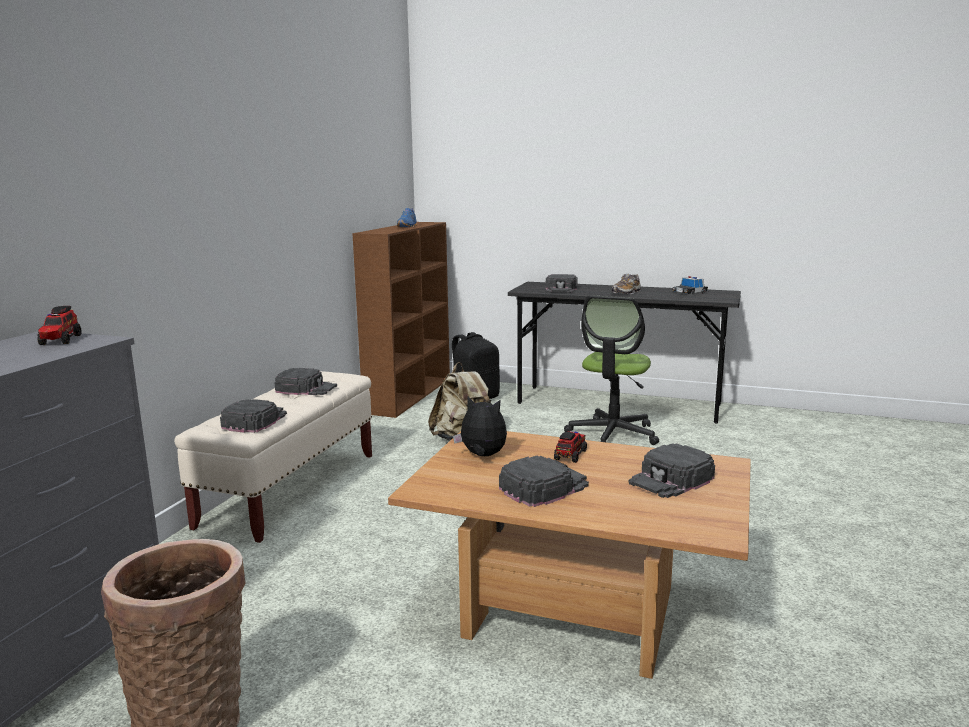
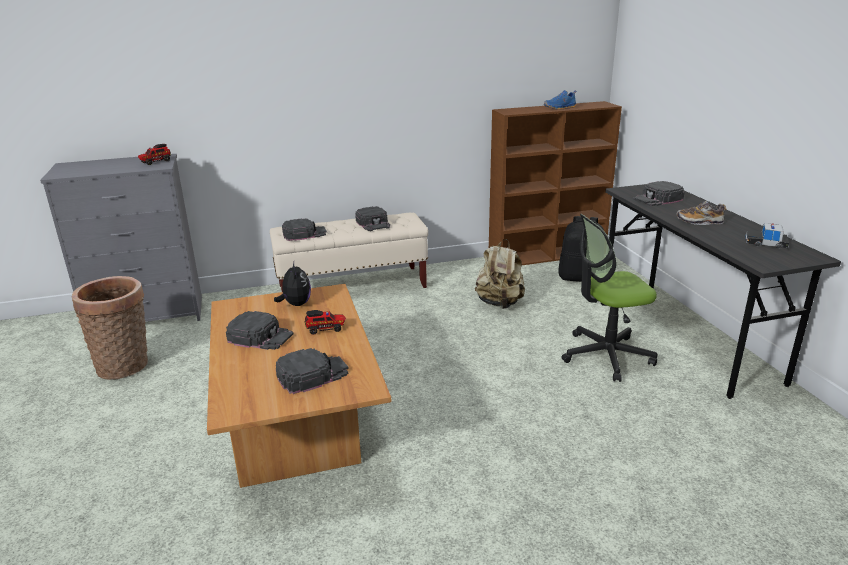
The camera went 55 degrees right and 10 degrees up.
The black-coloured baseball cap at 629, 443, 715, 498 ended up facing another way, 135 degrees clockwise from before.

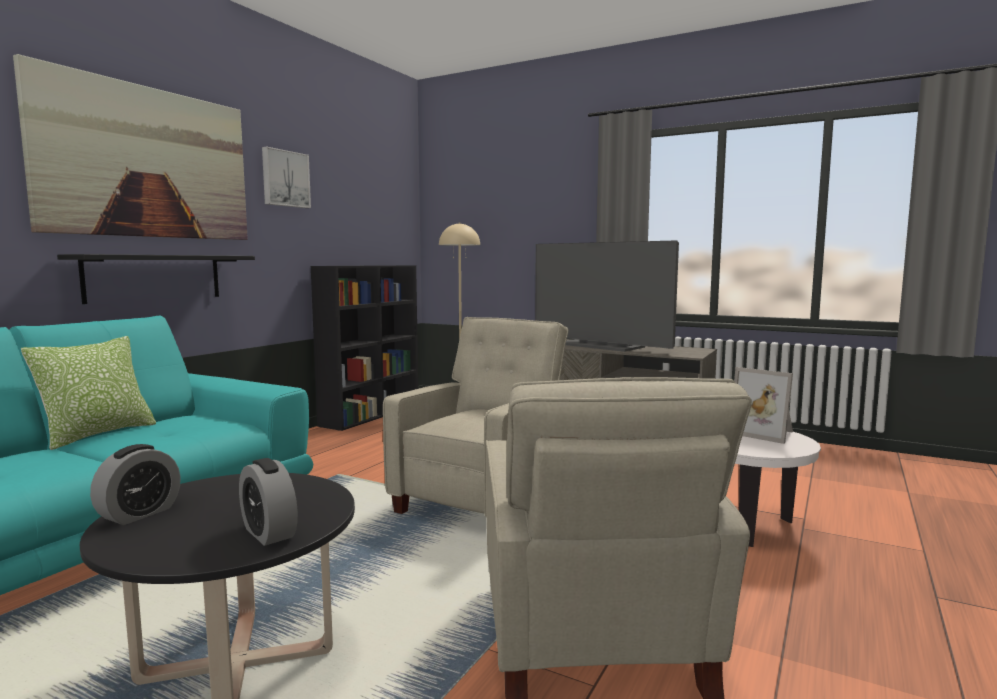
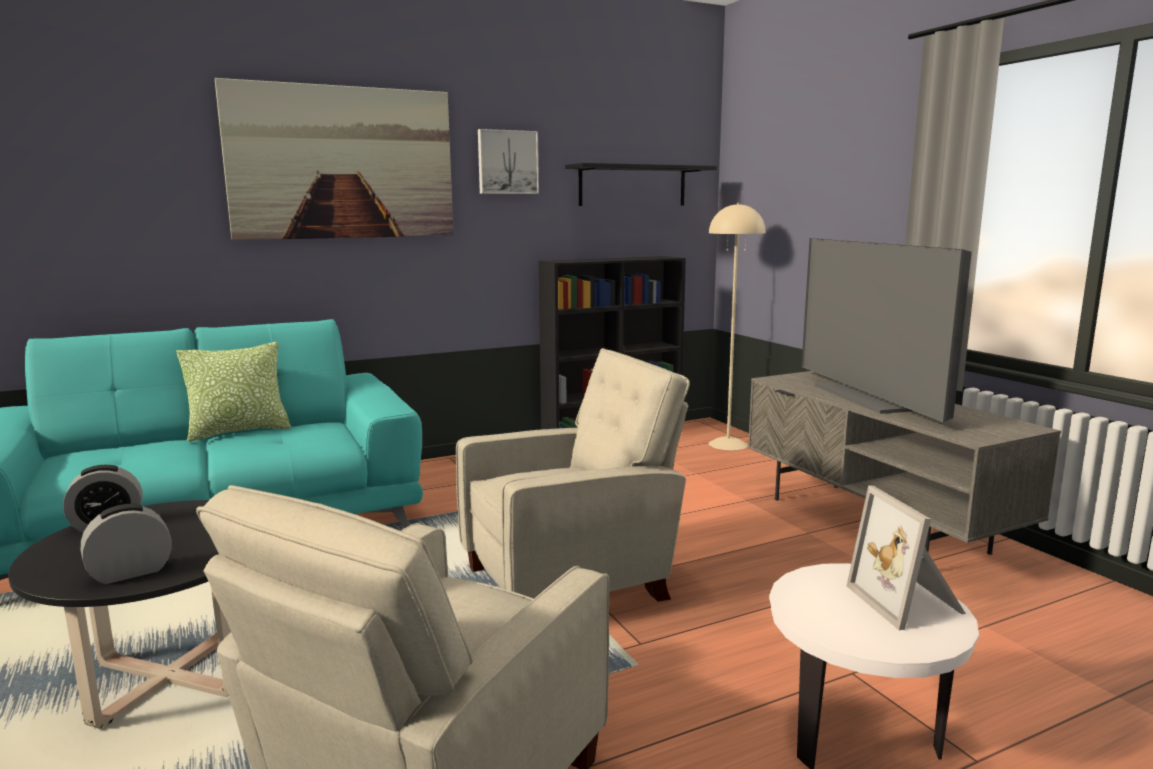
The camera went 35 degrees right and 5 degrees up.
The black-coloured bracket shelf ended up elsewhere, having gone from 57, 254, 255, 304 to 565, 163, 717, 206.
The alarm clock at 239, 458, 298, 546 ended up facing another way, 60 degrees clockwise from before.

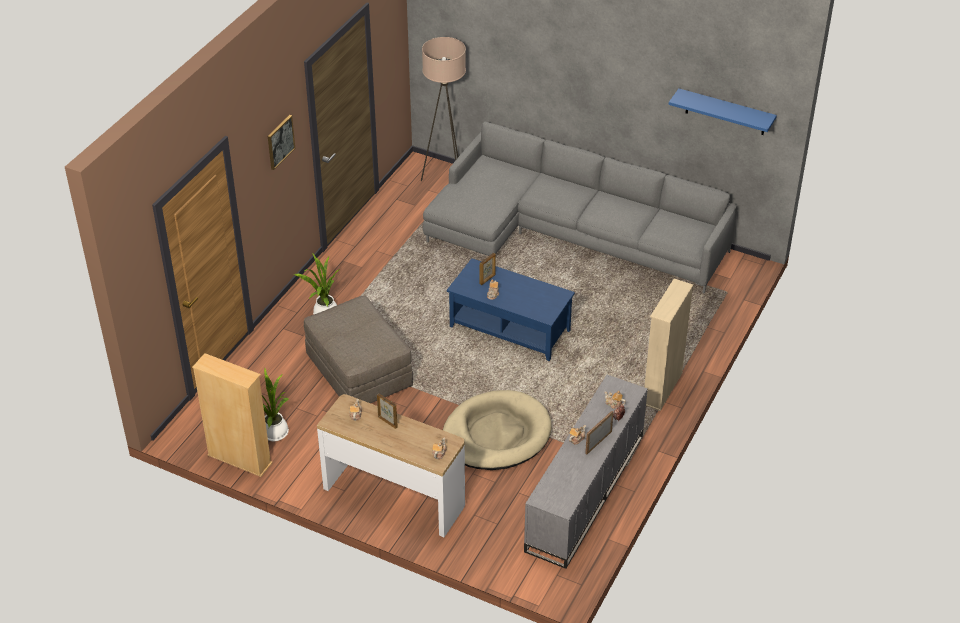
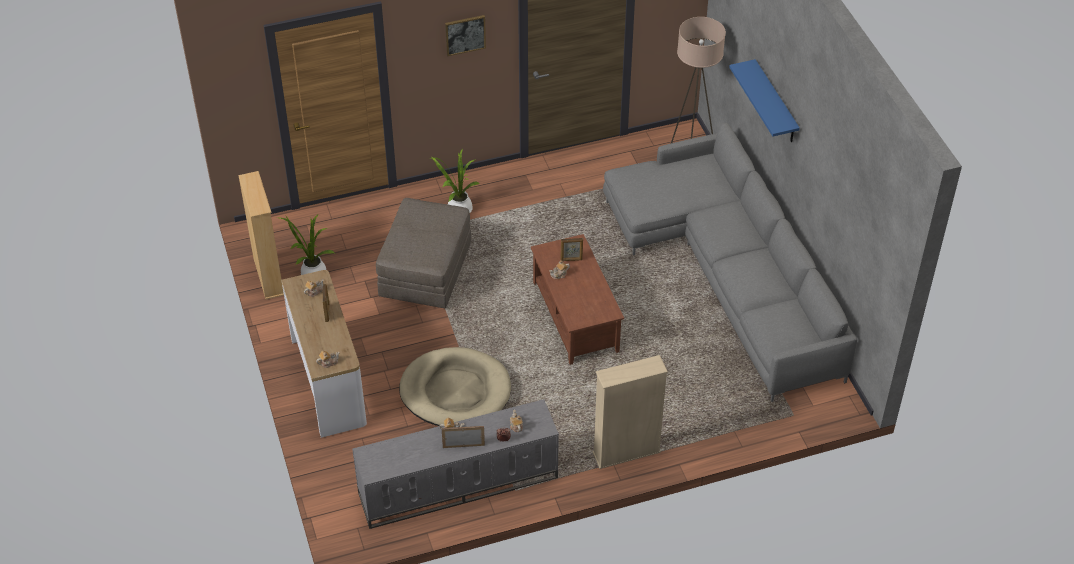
The camera went 45 degrees right and 5 degrees up.
What was the blue-coloured lounge table at 447, 258, 575, 361 turned into the brown-coloured lounge table at 531, 234, 624, 365.
The blue-coloured bracket shelf ended up elsewhere, having gone from 669, 89, 777, 135 to 729, 59, 800, 142.

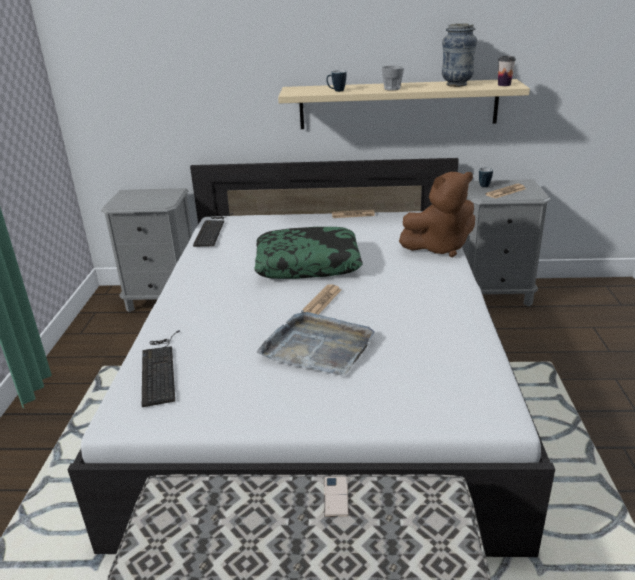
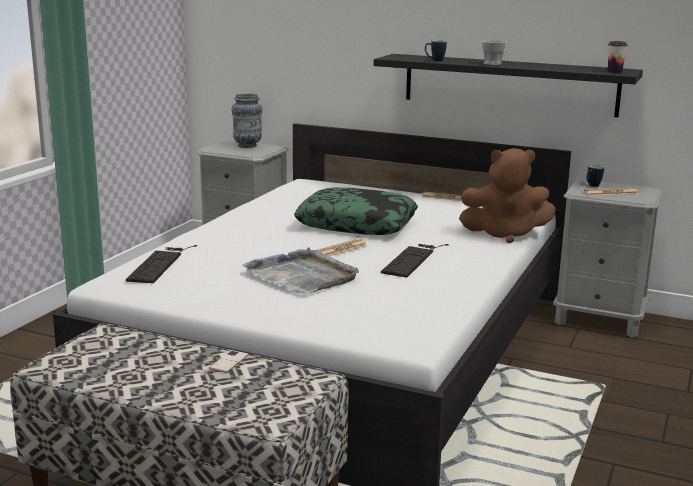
The camera went 20 degrees right and 10 degrees down.
The PC keyboard ended up elsewhere, having gone from 193, 213, 233, 247 to 381, 244, 449, 277.
What was the beige-coloured bracket shelf at 278, 79, 530, 129 turned into the black-coloured bracket shelf at 374, 54, 643, 117.
The decorative vase ended up elsewhere, having gone from 442, 23, 477, 87 to 232, 93, 263, 148.

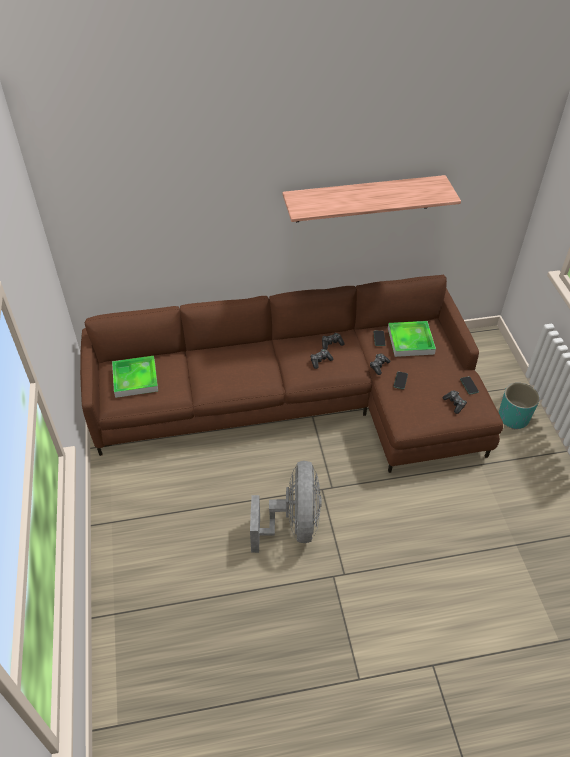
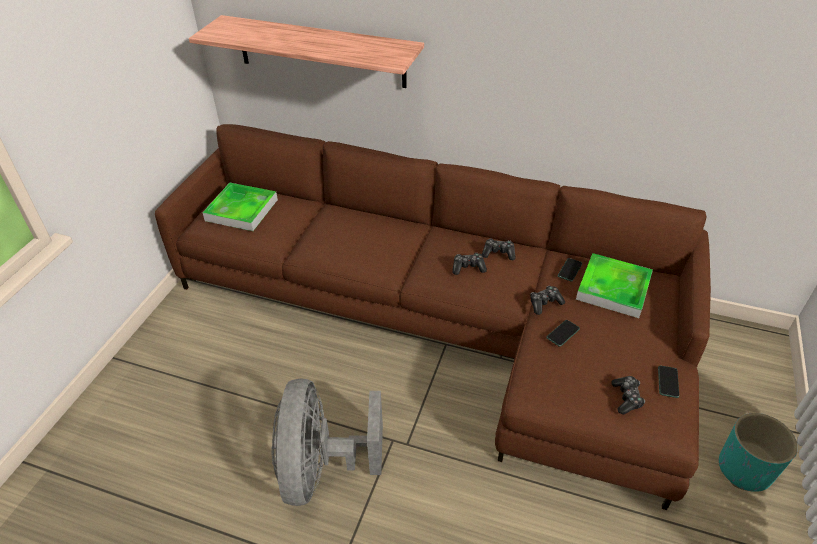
The camera went 30 degrees right and 5 degrees down.
The grey electric fan at 250, 461, 322, 553 ended up facing another way, 150 degrees clockwise from before.
The bracket shelf ended up elsewhere, having gone from 283, 175, 461, 222 to 189, 15, 424, 88.

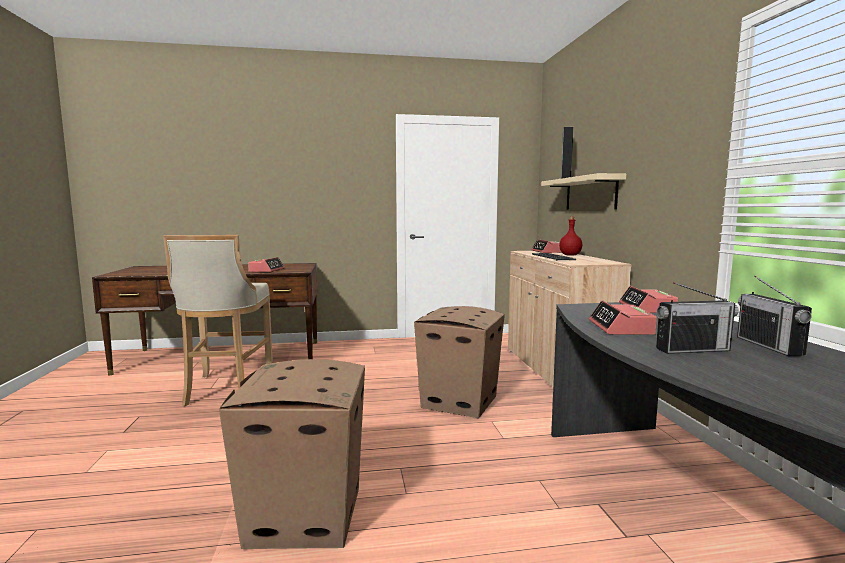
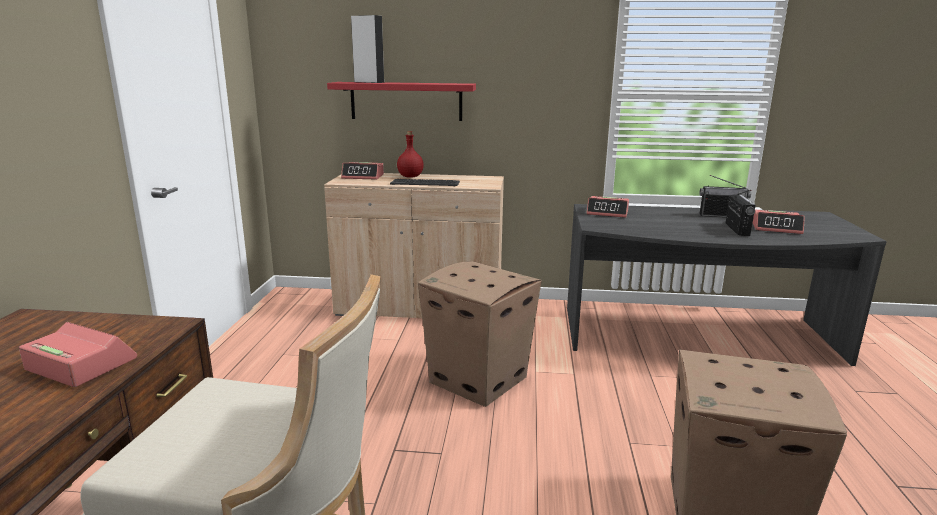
The camera went 75 degrees left and 10 degrees up.
What was the beige-coloured bracket shelf at 541, 173, 626, 210 turned into the red-coloured bracket shelf at 327, 82, 476, 121.
The alarm clock ended up elsewhere, having gone from 589, 300, 657, 335 to 753, 210, 805, 234.

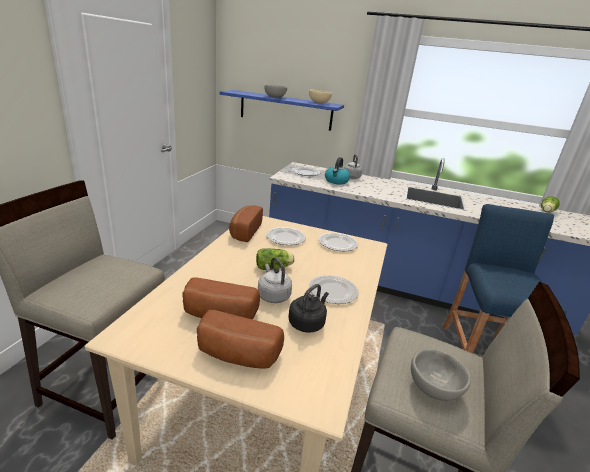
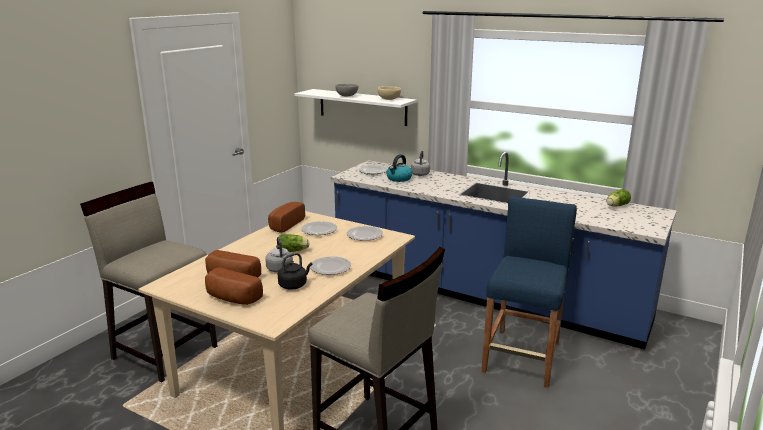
The camera went 15 degrees right and 5 degrees down.
What was the blue-coloured bracket shelf at 219, 90, 344, 131 turned into the white-coloured bracket shelf at 294, 89, 417, 126.
The second view lost the grey deep dish at 411, 349, 471, 401.

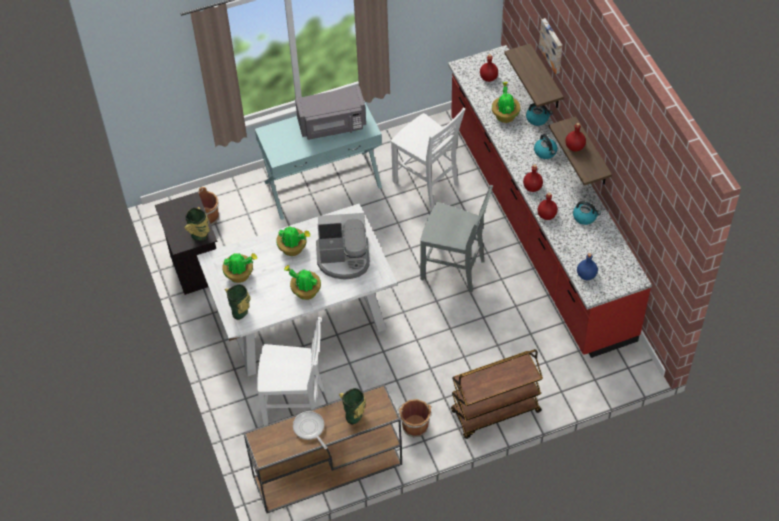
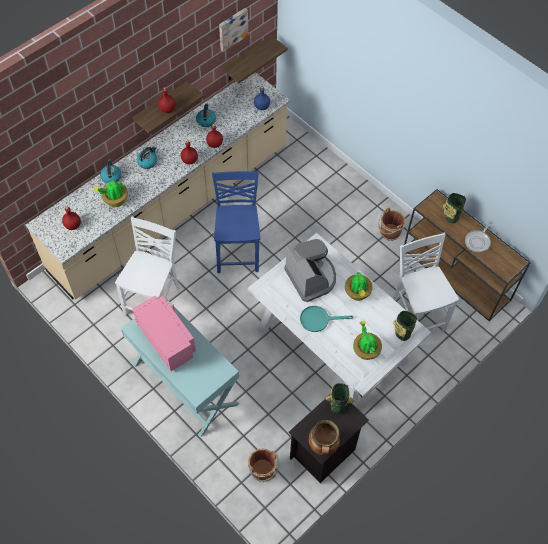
The camera went 115 degrees left and 5 degrees up.
Where the plant in a pot stood at 276, 226, 310, 256, the turquoise frying pan came to stand at 300, 306, 354, 332.
What was the grey microwave at 295, 86, 366, 140 turned into the pink-coloured microwave at 133, 296, 196, 371.
What was the grey chair at 420, 185, 493, 293 turned into the blue-coloured chair at 212, 171, 261, 273.
What was the red-coloured kitchen base unit at 448, 45, 652, 358 turned into the beige-coloured kitchen base unit at 26, 72, 290, 300.
The second view lost the brown-coloured trolley at 451, 349, 543, 439.
The bracket shelf ended up elsewhere, having gone from 504, 43, 564, 108 to 222, 36, 288, 84.
The wall picture ended up elsewhere, having gone from 539, 18, 562, 74 to 219, 8, 248, 52.
The second view gained the cooking pot at 309, 420, 341, 455.

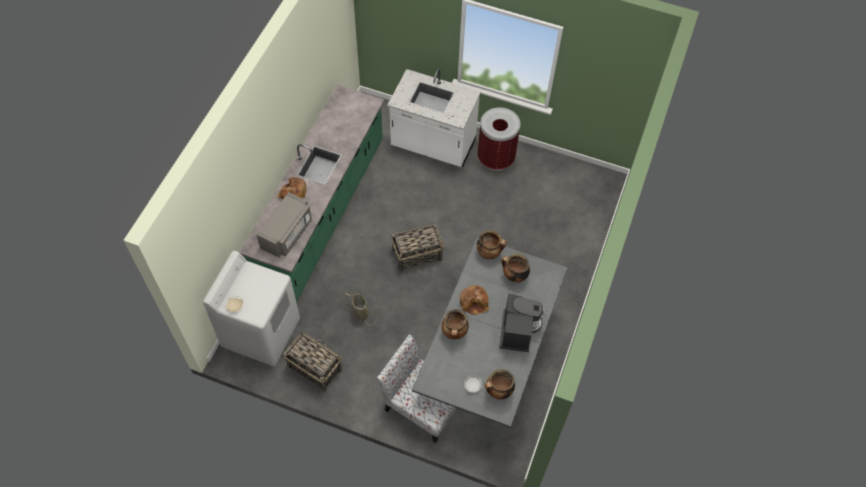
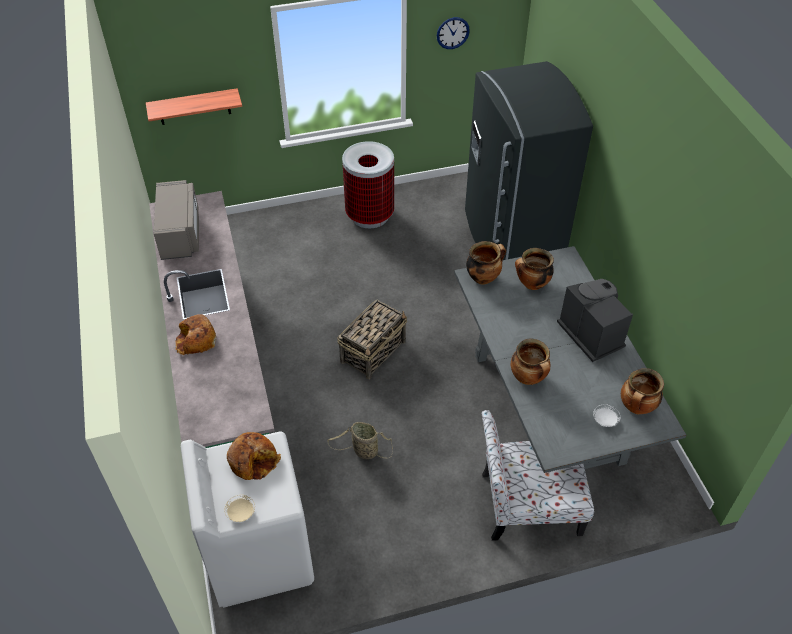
The camera went 35 degrees left and 10 degrees down.
The grey microwave ended up elsewhere, having gone from 256, 192, 312, 257 to 154, 180, 199, 260.
The second view lost the basket at 283, 332, 342, 392.
The second view lost the white-coloured kitchen base unit at 387, 69, 481, 167.
The bakery bread ended up elsewhere, having gone from 460, 285, 489, 315 to 227, 432, 281, 480.
The second view gained the bracket shelf at 146, 88, 242, 125.
The second view gained the wall clock at 437, 17, 470, 49.
The second view gained the grey refrigerator at 465, 61, 593, 260.

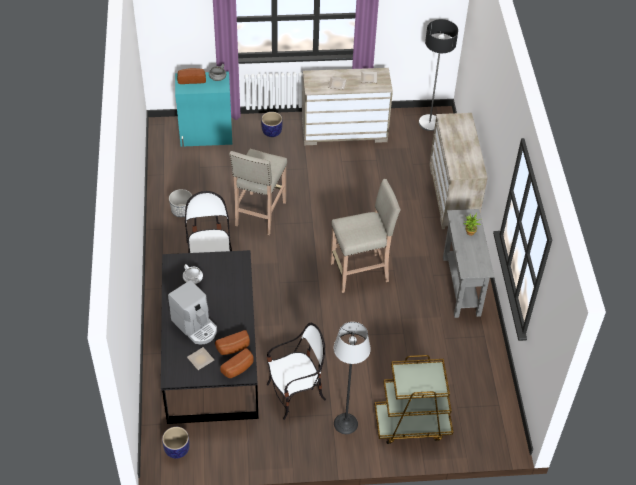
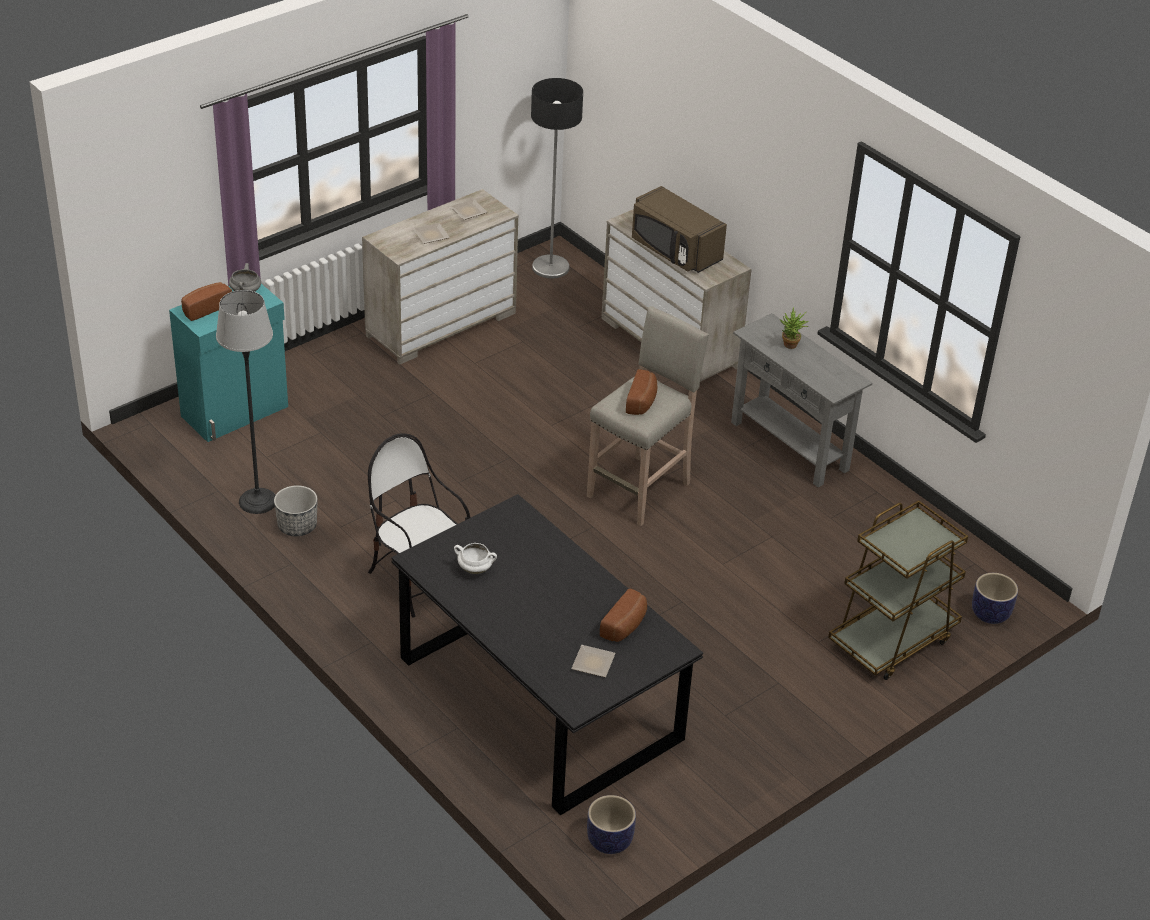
The camera went 35 degrees left and 10 degrees down.
The second view lost the coffee maker at 168, 280, 217, 344.
The bakery bread ended up elsewhere, having gone from 220, 348, 253, 378 to 626, 369, 658, 415.
The second view lost the beige-coloured sitting stool at 229, 149, 287, 235.
The flower pot ended up elsewhere, having gone from 261, 112, 282, 137 to 972, 573, 1018, 624.
The second view lost the chair at 267, 323, 326, 420.
The standard lamp ended up elsewhere, having gone from 334, 322, 371, 434 to 216, 290, 275, 514.
The second view gained the brown-coloured microwave at 632, 186, 727, 273.

